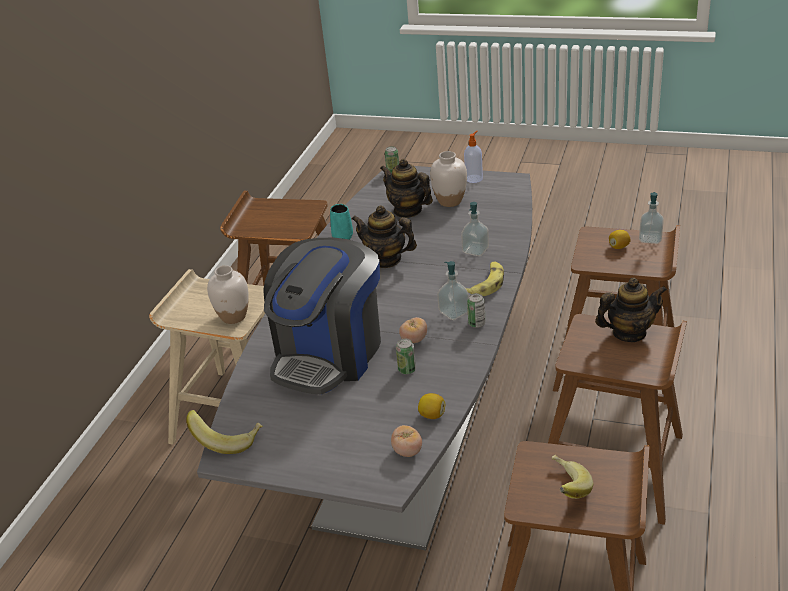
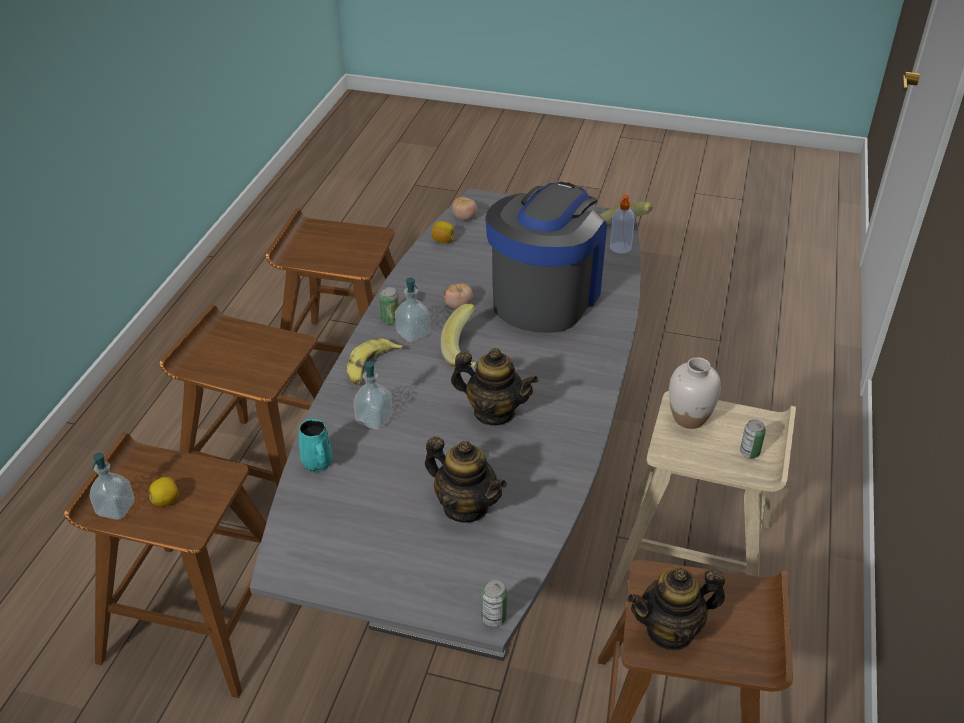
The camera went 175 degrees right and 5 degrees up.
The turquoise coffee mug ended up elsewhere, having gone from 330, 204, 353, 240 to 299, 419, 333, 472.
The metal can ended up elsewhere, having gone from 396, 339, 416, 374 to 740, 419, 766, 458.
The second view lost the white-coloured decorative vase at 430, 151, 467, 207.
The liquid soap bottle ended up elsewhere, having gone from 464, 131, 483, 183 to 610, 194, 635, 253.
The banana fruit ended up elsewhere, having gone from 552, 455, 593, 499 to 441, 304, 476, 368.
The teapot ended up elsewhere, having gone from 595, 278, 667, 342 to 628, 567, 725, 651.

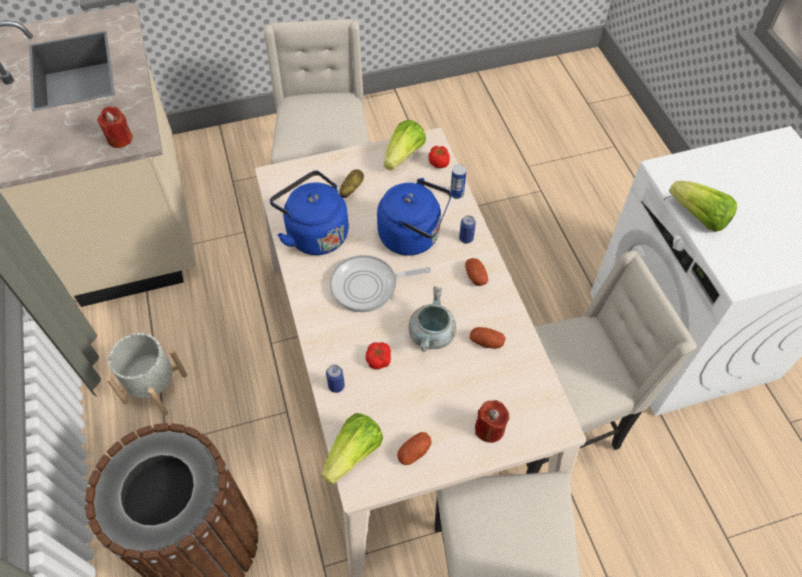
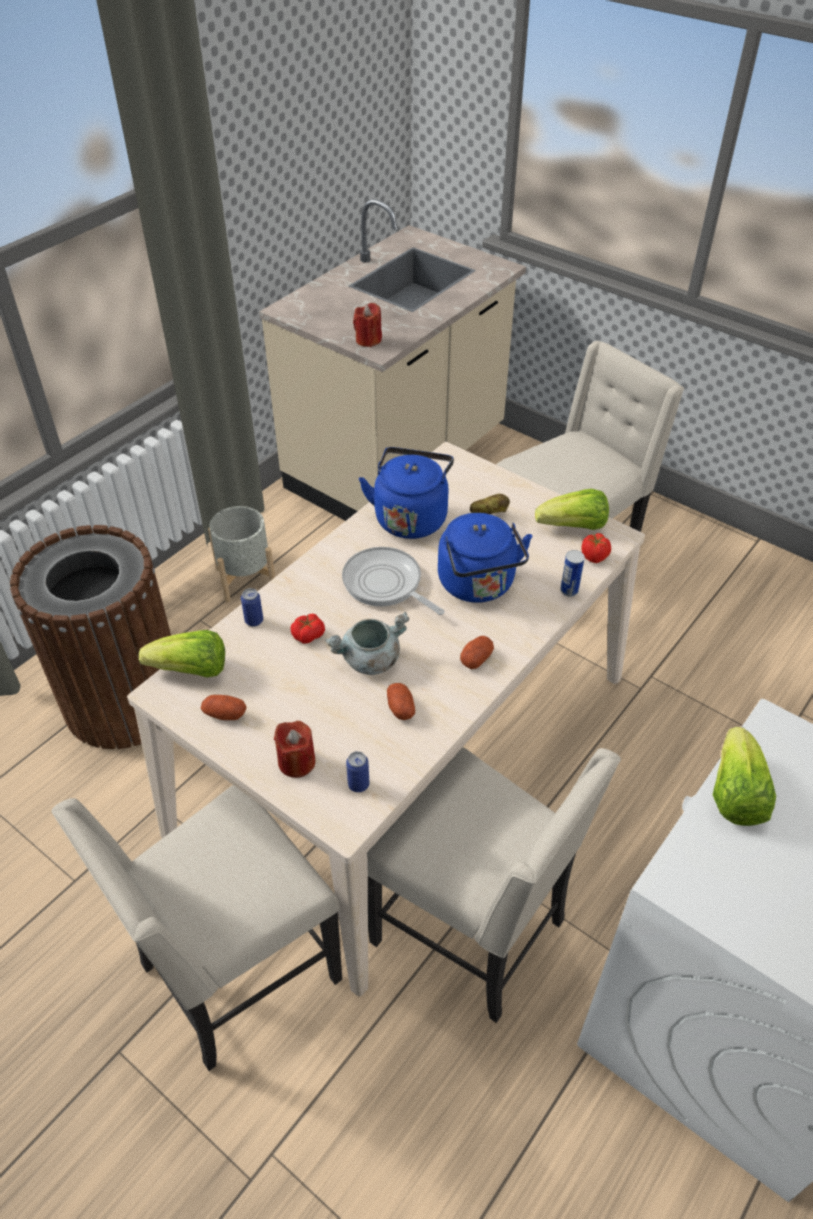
The camera went 55 degrees right and 10 degrees down.
The metal can ended up elsewhere, having gone from 459, 215, 476, 243 to 346, 751, 369, 792.

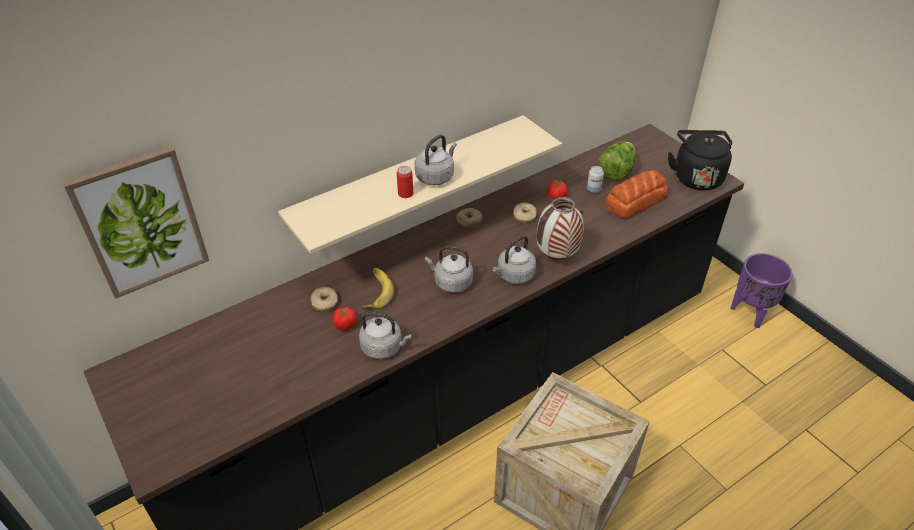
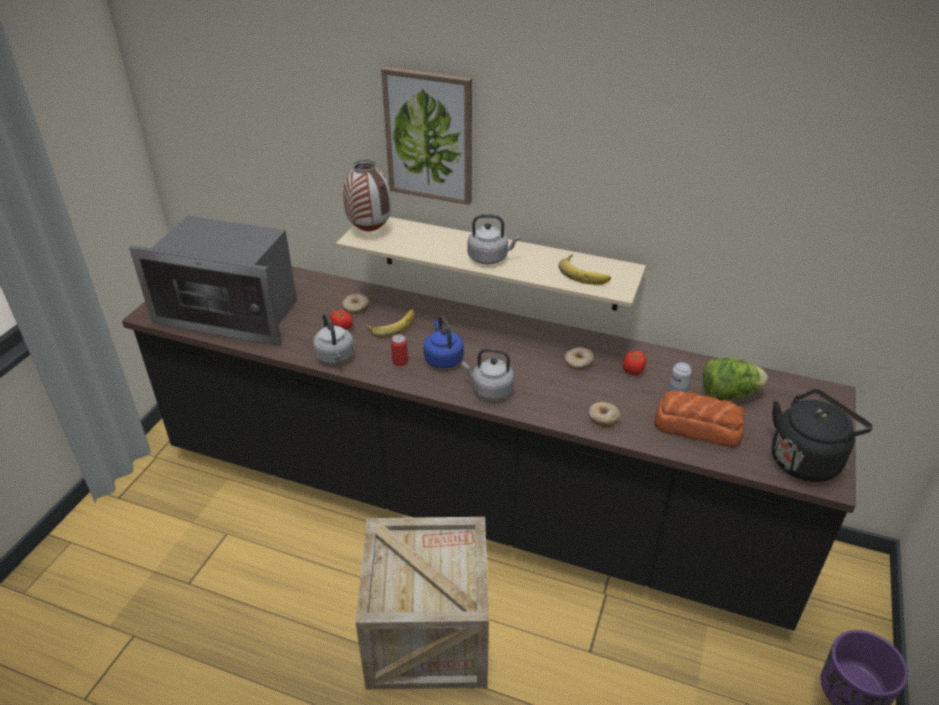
The camera went 55 degrees right and 5 degrees down.
The wall picture ended up elsewhere, having gone from 62, 146, 209, 299 to 381, 67, 472, 205.
The metal can ended up elsewhere, having gone from 397, 166, 413, 198 to 391, 334, 408, 366.
What was the grey kettle at 425, 246, 473, 293 turned into the blue-coloured kettle at 423, 316, 464, 368.
The donut ended up elsewhere, having gone from 456, 208, 482, 227 to 589, 402, 621, 428.
The decorative vase ended up elsewhere, having gone from 537, 197, 584, 260 to 343, 160, 391, 231.
The second view gained the microwave at 129, 216, 297, 346.
The second view gained the banana fruit at 558, 254, 611, 285.

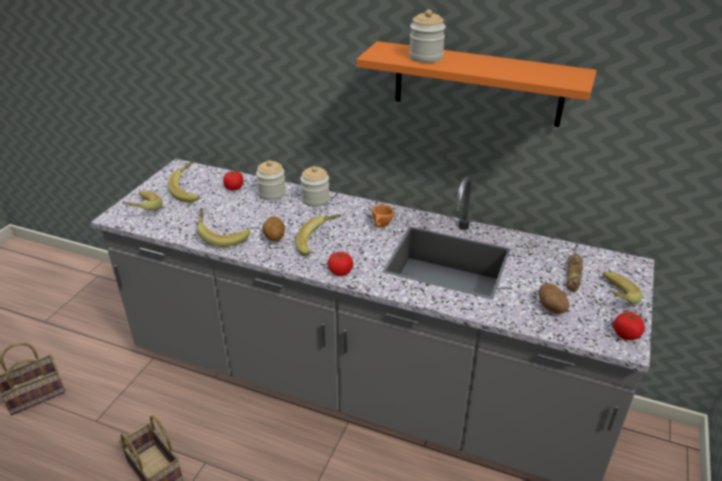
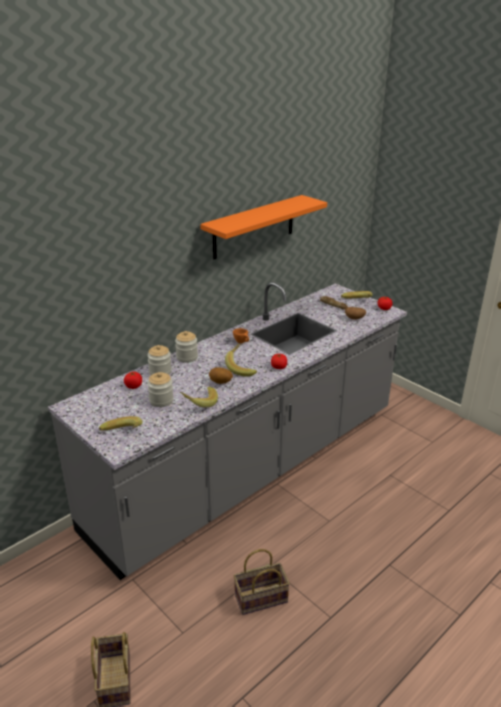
The camera went 65 degrees left and 5 degrees down.
The second view lost the banana fruit at 168, 161, 200, 203.
The preserve jar ended up elsewhere, having gone from 409, 10, 446, 63 to 147, 372, 174, 407.

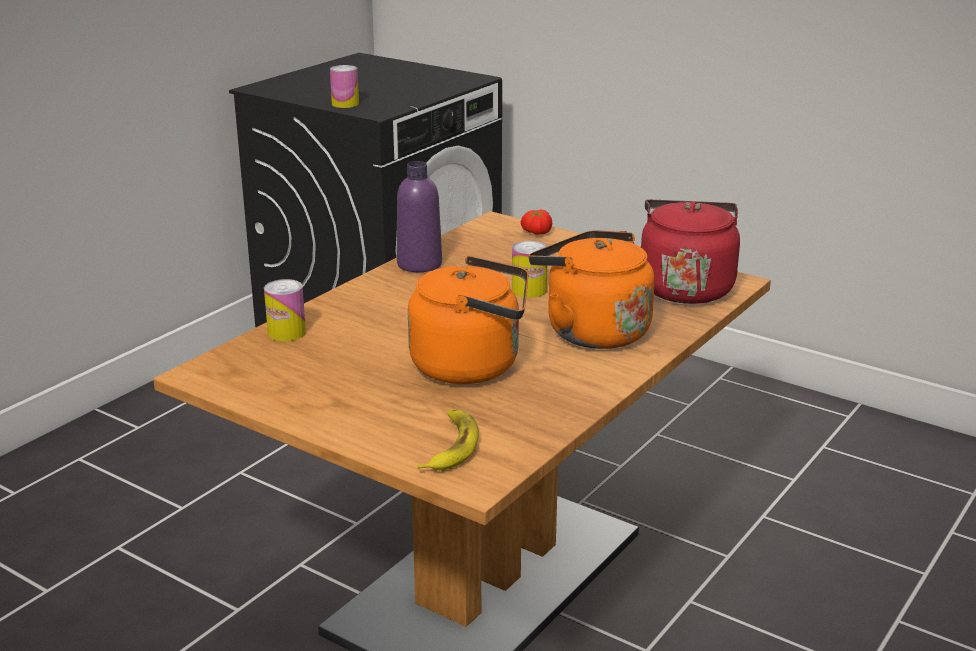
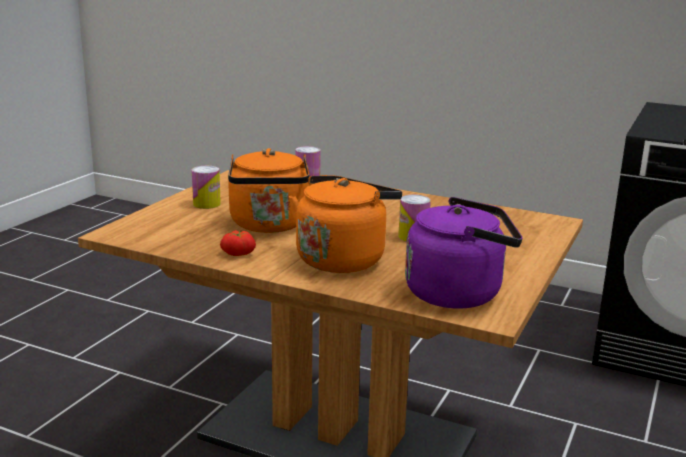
The camera went 80 degrees right and 5 degrees down.
The metal can ended up elsewhere, having gone from 330, 65, 359, 108 to 192, 166, 221, 209.
The second view lost the purple-coloured beverage bottle at 397, 161, 442, 272.
The second view lost the banana fruit at 418, 410, 479, 470.
The tomato ended up elsewhere, having gone from 521, 210, 552, 235 to 220, 230, 256, 256.
What was the red-coloured kettle at 620, 200, 740, 304 turned into the purple-coloured kettle at 405, 197, 523, 309.

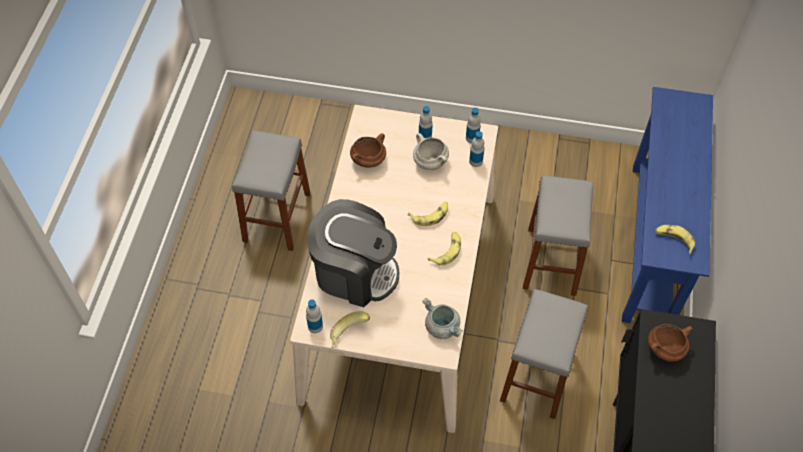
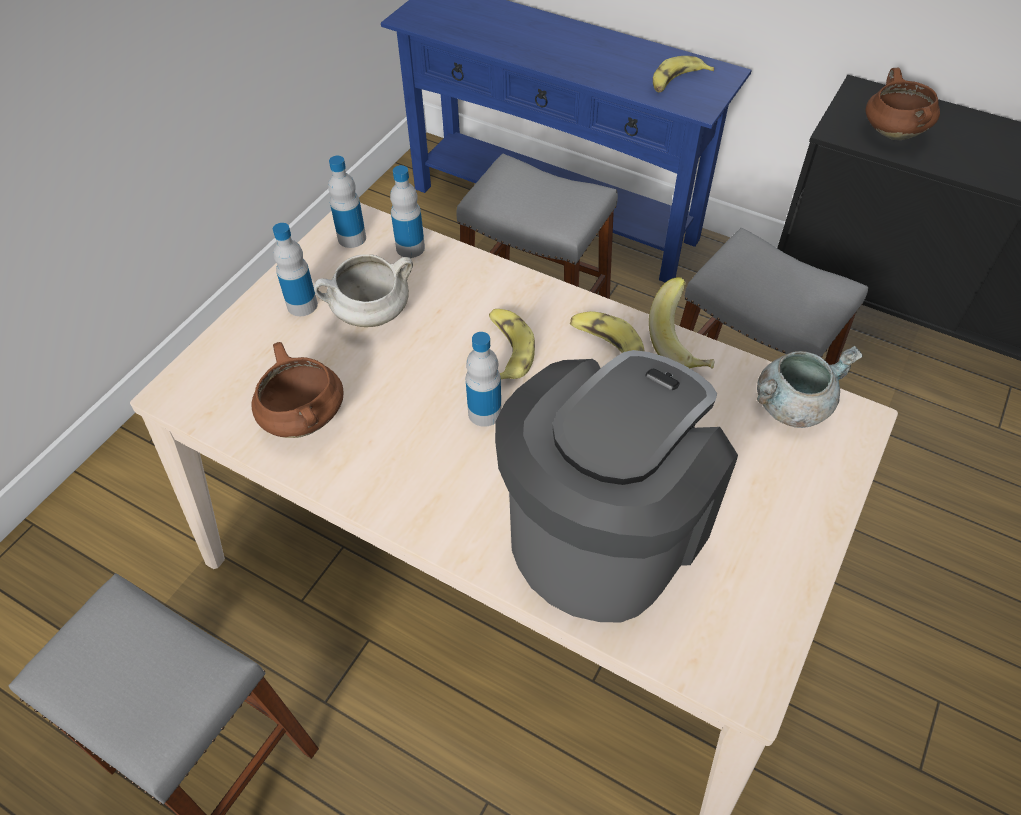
The camera went 70 degrees left and 5 degrees down.
The beverage bottle ended up elsewhere, having gone from 306, 299, 323, 333 to 465, 332, 502, 427.
The banana fruit ended up elsewhere, having gone from 330, 311, 370, 348 to 649, 277, 715, 369.

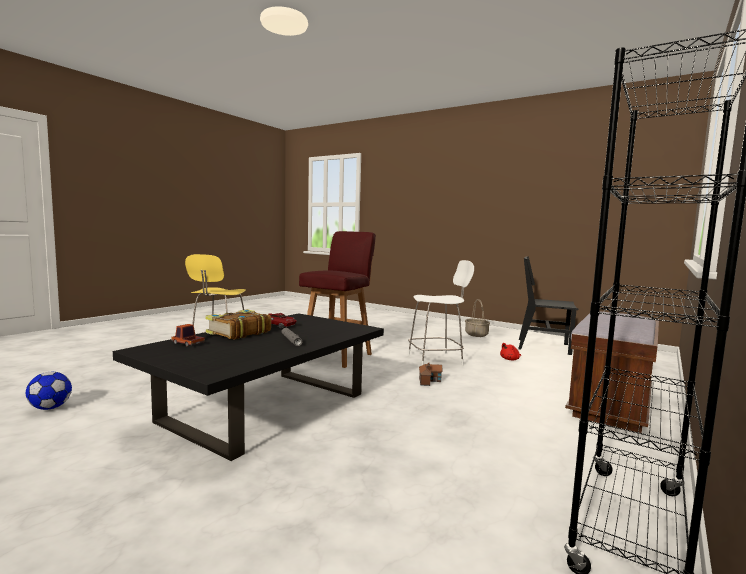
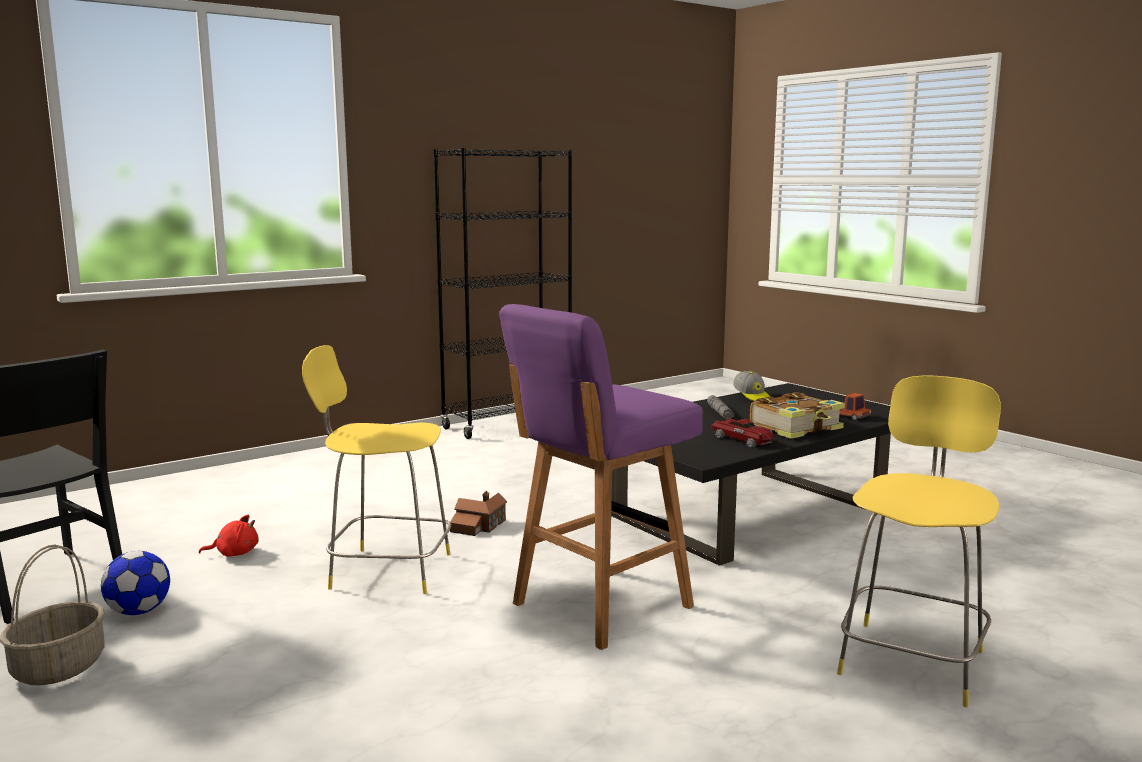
The camera went 160 degrees left and 5 degrees up.
The ball for football ended up elsewhere, having gone from 26, 372, 72, 410 to 101, 551, 170, 615.
What was the red-coloured sitting stool at 299, 231, 376, 368 turned into the purple-coloured sitting stool at 499, 304, 703, 650.
What was the white-coloured sitting stool at 408, 260, 474, 366 turned into the yellow sitting stool at 302, 345, 451, 594.
The second view lost the brown-coloured bench at 565, 311, 659, 433.
The second view gained the baseball cap at 733, 371, 770, 401.

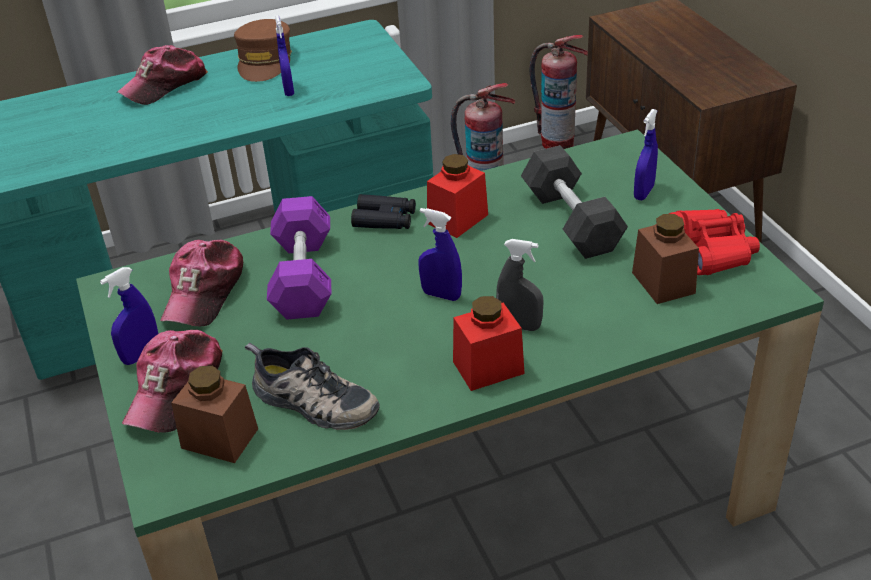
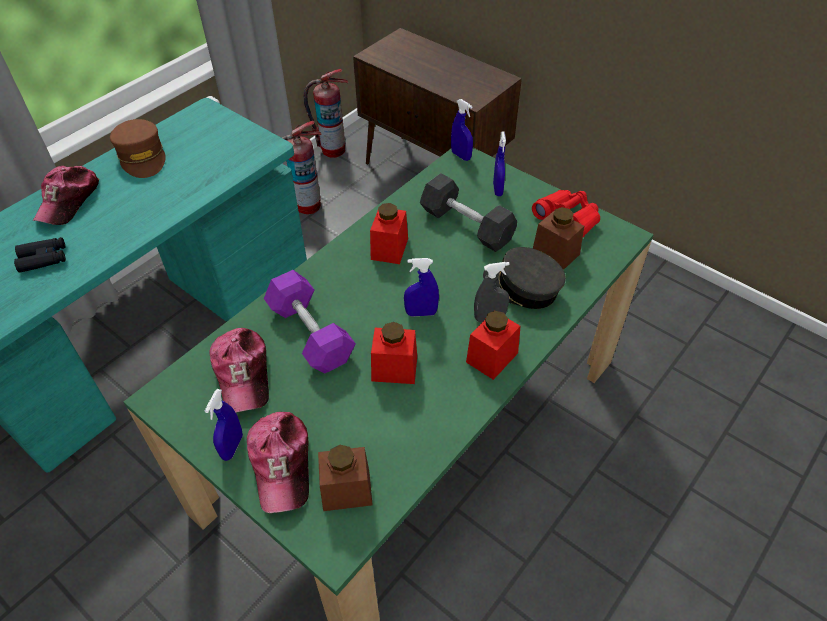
The camera went 30 degrees left and 10 degrees up.
The second view lost the shoe at 245, 343, 380, 430.
The blue-coloured hand sprayer ended up elsewhere, having gone from 275, 15, 294, 96 to 451, 99, 473, 161.
The black-coloured binoculars ended up elsewhere, having gone from 351, 194, 416, 229 to 14, 237, 66, 273.
The second view gained the red-coloured preserve jar at 371, 322, 417, 384.
The second view gained the grey baseball cap at 483, 247, 566, 309.

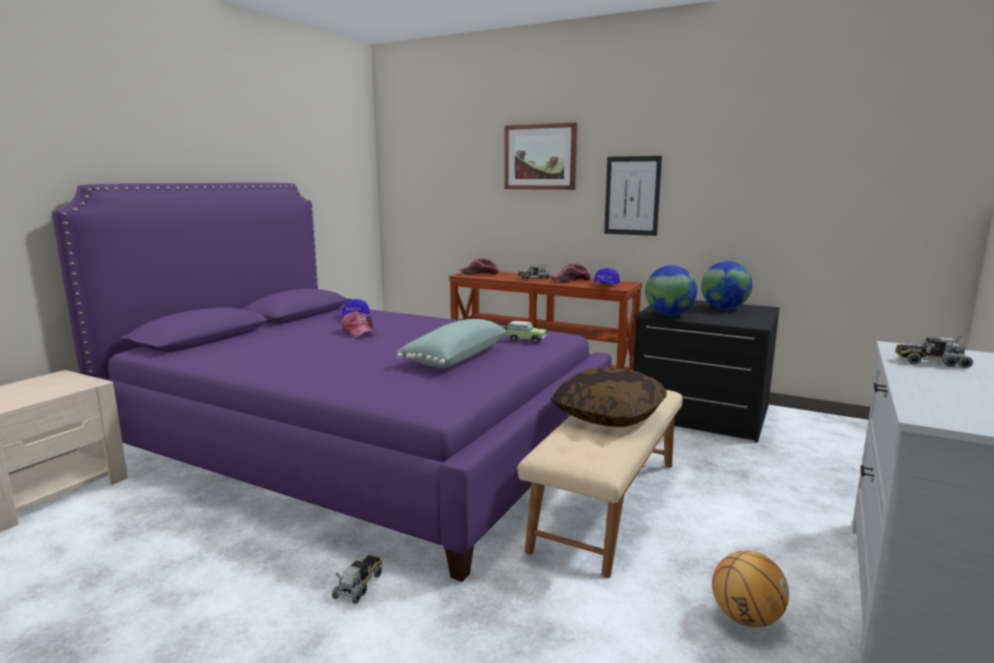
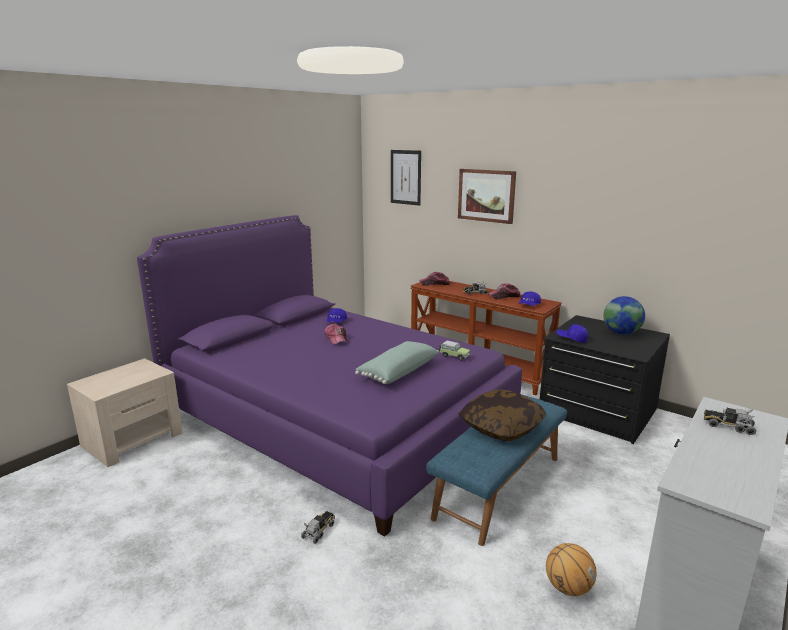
The camera went 10 degrees right and 5 degrees up.
What was the beige-coloured bench at 518, 390, 683, 578 turned into the blue-coloured bench at 426, 394, 567, 546.
The wall picture ended up elsewhere, having gone from 604, 156, 662, 236 to 391, 150, 421, 206.
Where the globe stood at 645, 265, 697, 316, the blue-coloured baseball cap came to stand at 557, 324, 588, 343.

